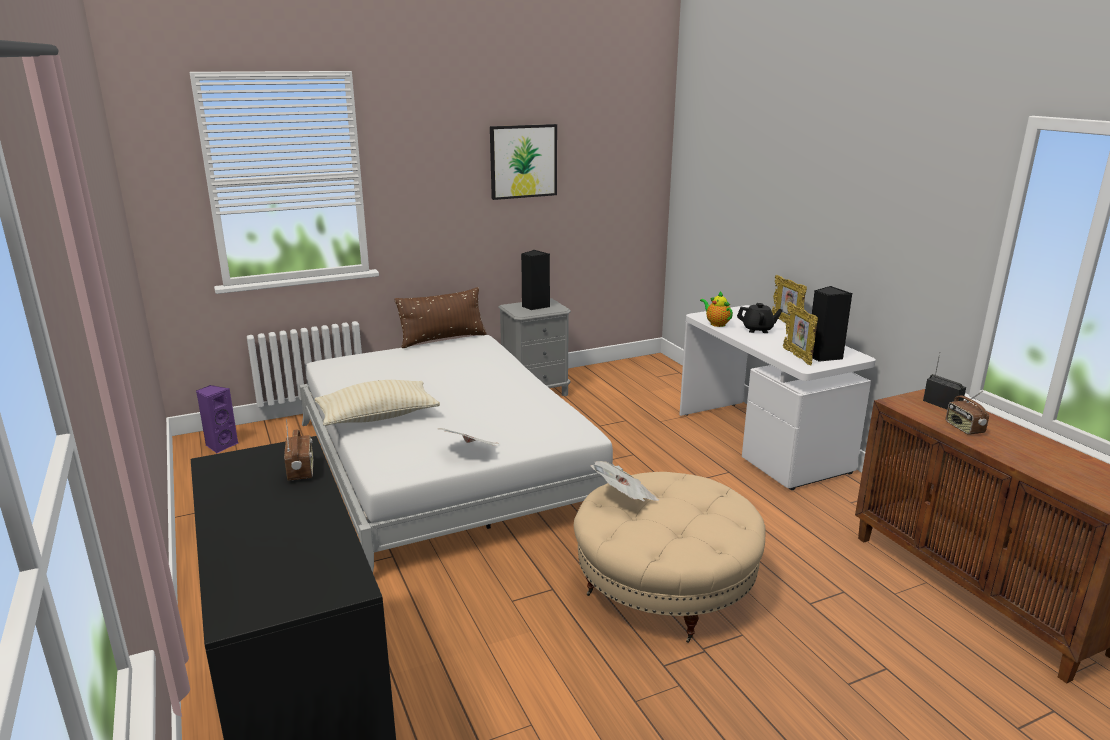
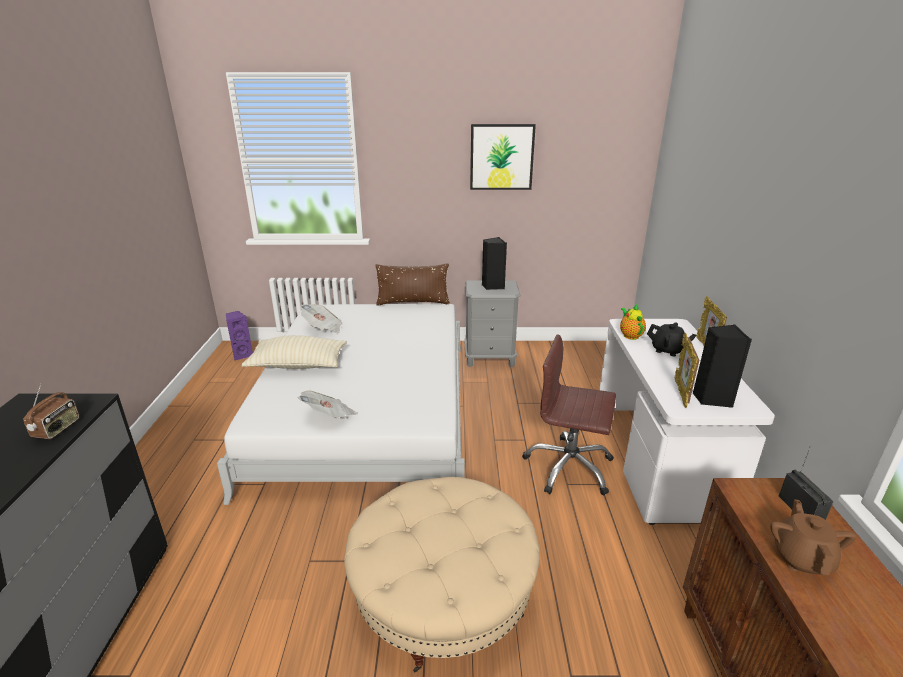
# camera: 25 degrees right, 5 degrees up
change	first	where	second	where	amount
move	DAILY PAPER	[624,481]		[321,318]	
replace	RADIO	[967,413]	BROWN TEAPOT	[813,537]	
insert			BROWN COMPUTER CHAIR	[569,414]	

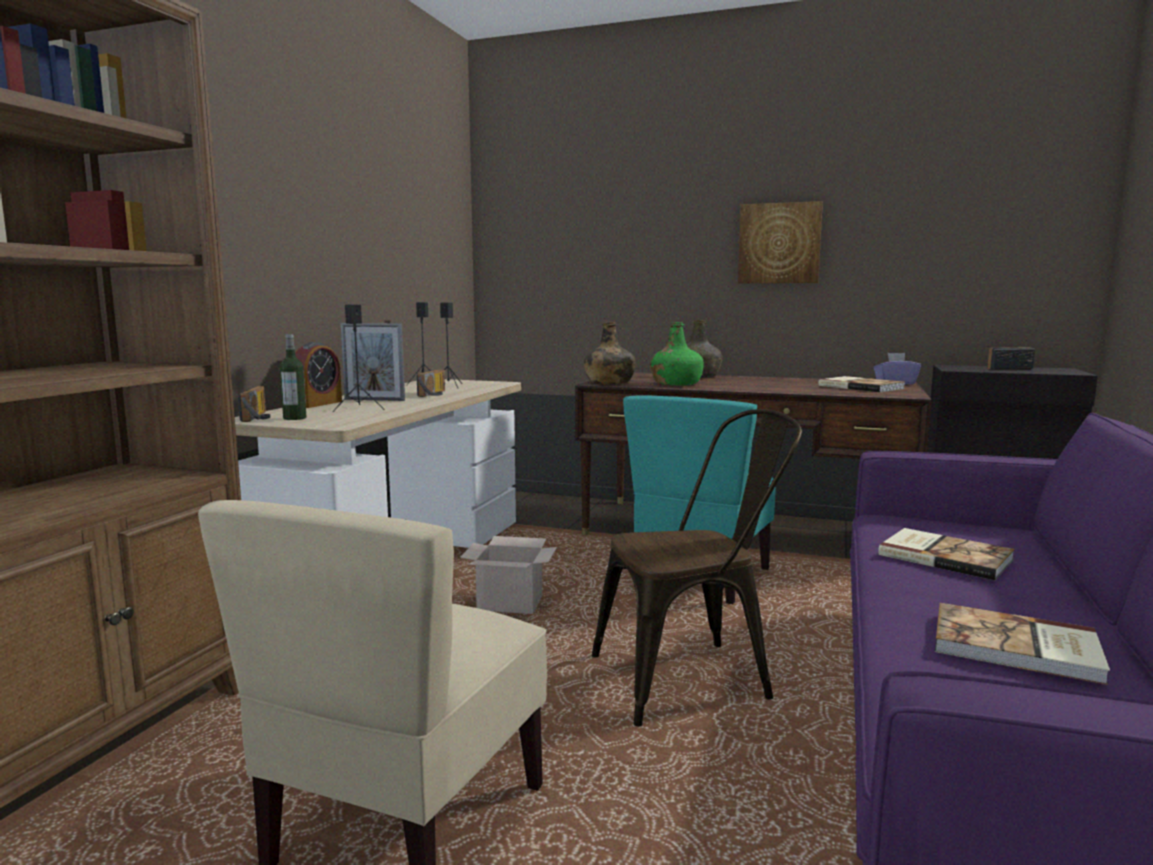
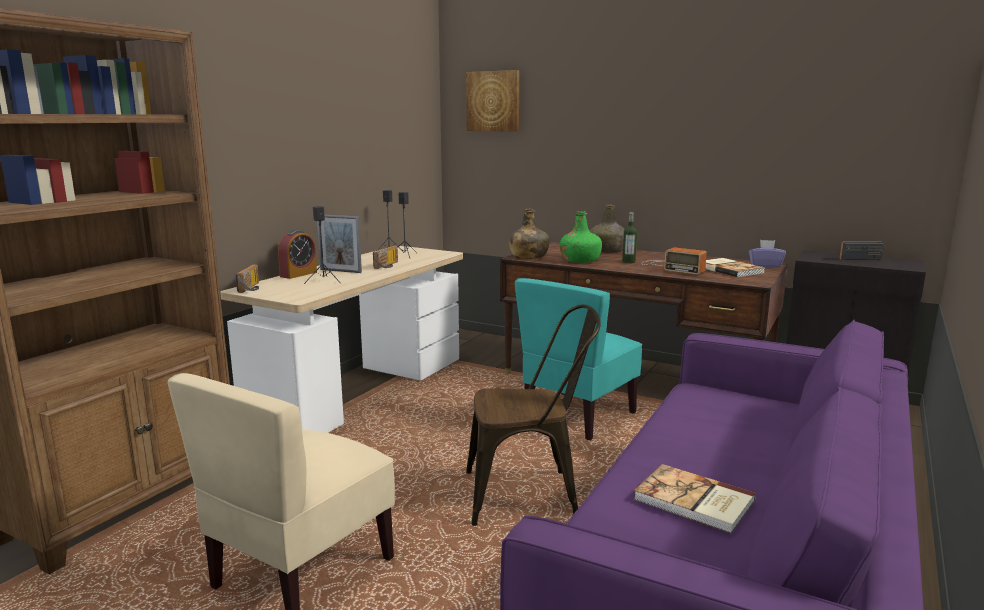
# camera: 10 degrees right, 5 degrees up
change	first	where	second	where	amount
move	DRINK BOTTLE	[293,377]		[629,237]	
delete	CARTON	[508,575]			
move	WALL PICTURE	[780,242]		[492,101]	
delete	BOOK	[946,554]			
insert			RADIO	[674,261]	

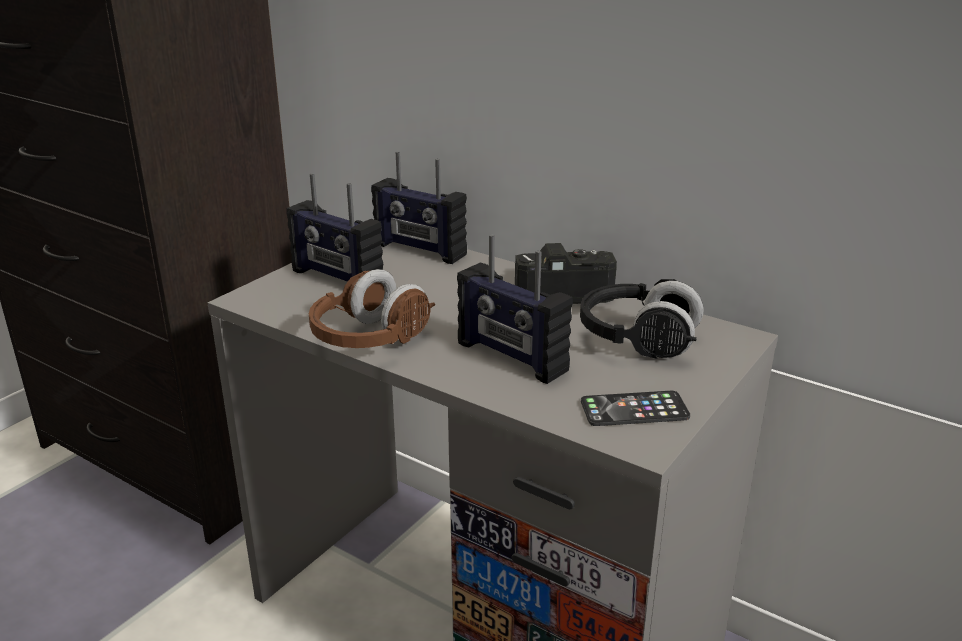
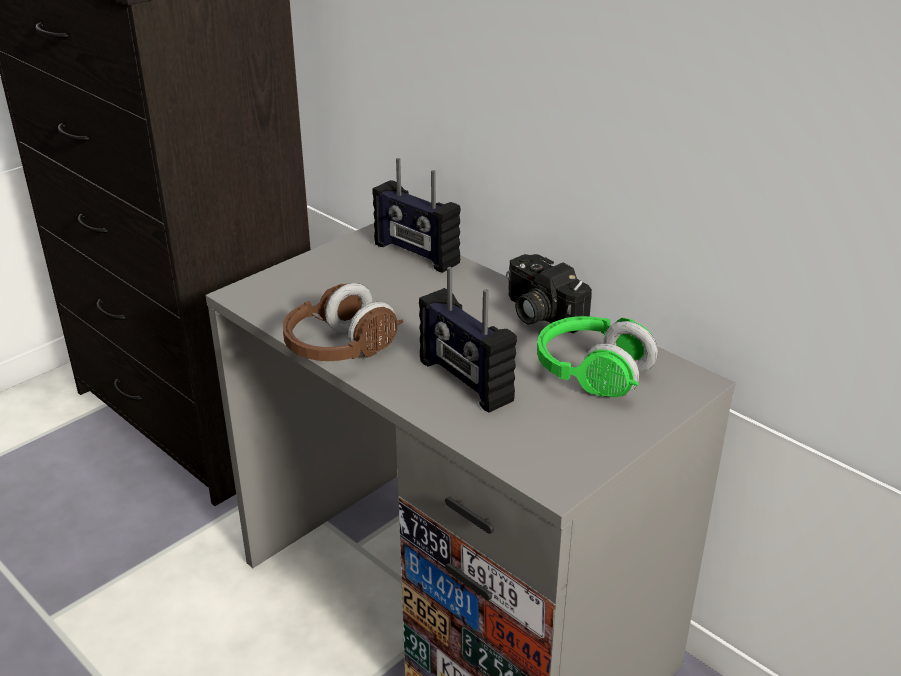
# camera: 10 degrees right, 5 degrees up
change	first	where	second	where	amount
delete	RADIO	[334,227]			
rotate	STILL CAMERA	[566,273]		[549,293]	135 degrees counterclockwise
recolor	BLACKISH HEADPHONES	[642,319]	GREEN-COLOURED HEADPHONES	[597,356]	
delete	PHONE	[635,408]			

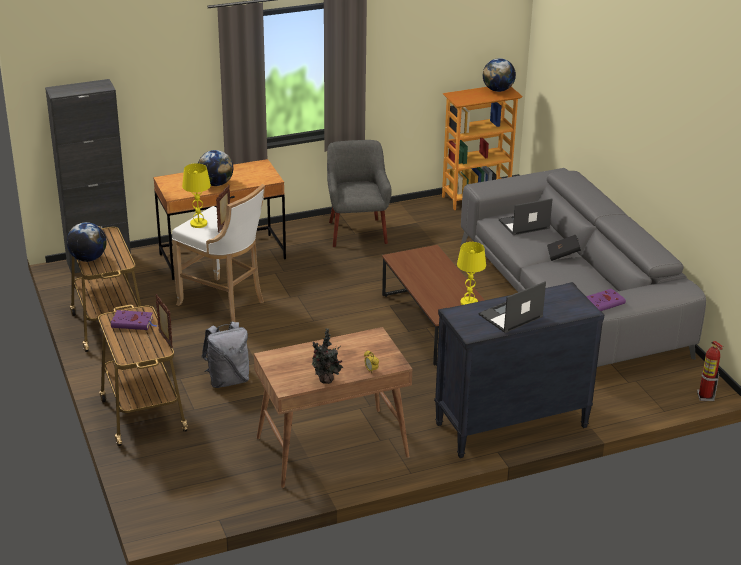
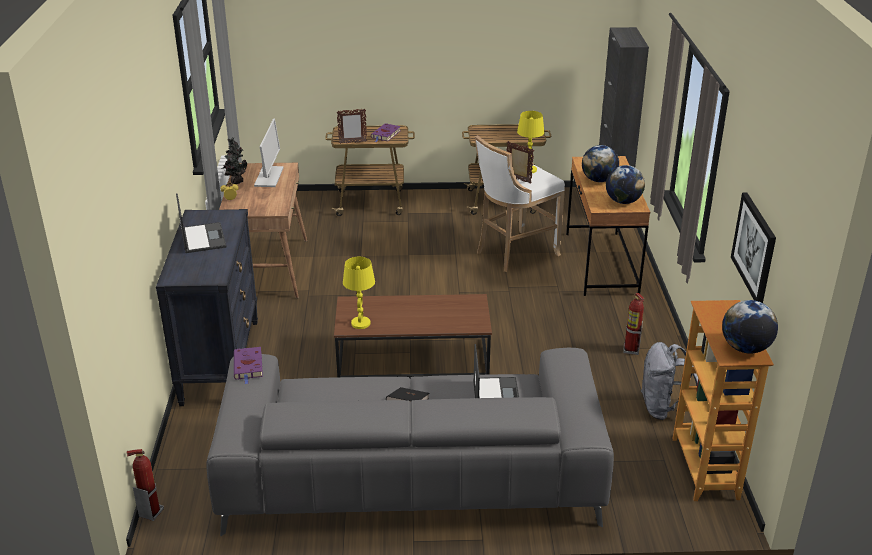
# camera: 110 degrees right, 0 degrees up
change	first	where	second	where	amount
move	DESK GLOBE	[86,242]		[625,184]	
move	GRAY KNAPSACK	[225,354]		[669,381]	
replace	GRAY EASY CHAIR	[359,193]	FIRE-FIGHTING CYLINDER	[634,324]	
insert			COMPUTER DISPLAY	[269,153]	
insert			WALL PICTURE	[753,247]	

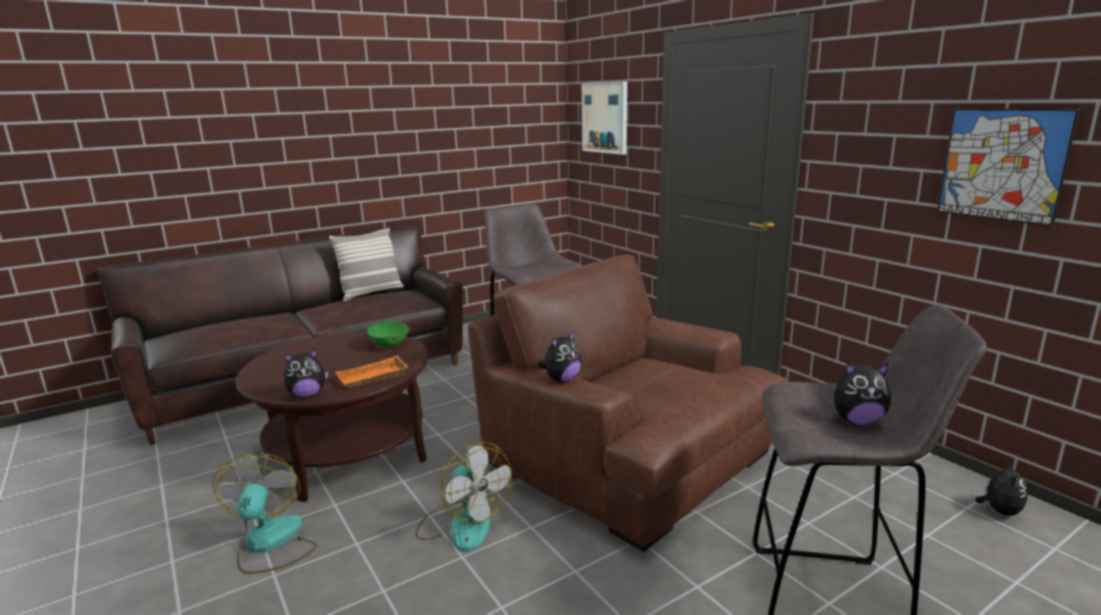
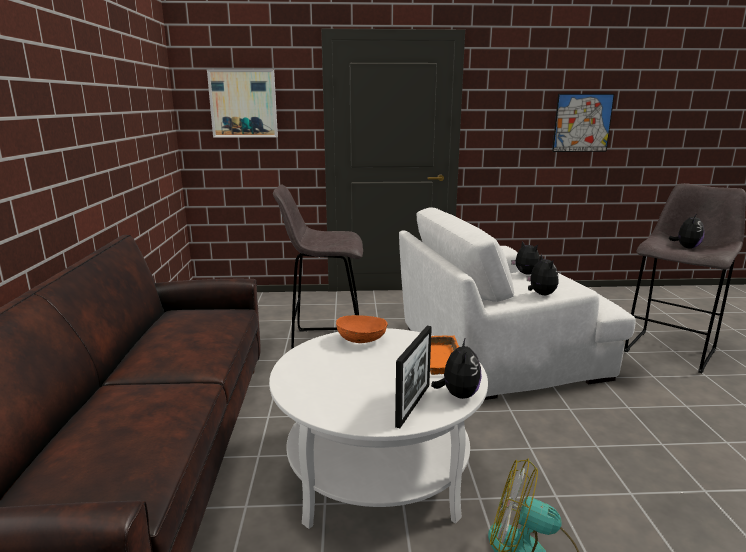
# camera: 60 degrees left, 0 degrees up
change	first	where	second	where	amount
recolor	BROWN LOUNGE TABLE	[332,417]	WHITE-COLOURED LOUNGE TABLE	[378,428]	
delete	CUSHION	[366,264]			
recolor	GREEN-COLOURED SERVING BOWL	[388,334]	ORANGE SERVING BOWL	[362,329]	
delete	COOLING FAN	[463,496]			
recolor	BROWN EASY CHAIR	[627,403]	WHITE-COLOURED EASY CHAIR	[517,303]	
move	CUDDLY TOY	[1001,488]		[525,257]	
insert			STANDING FRAME	[413,377]	

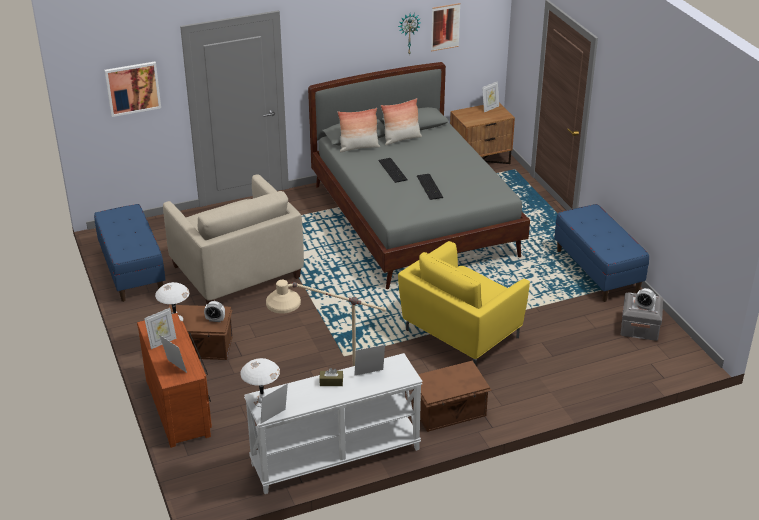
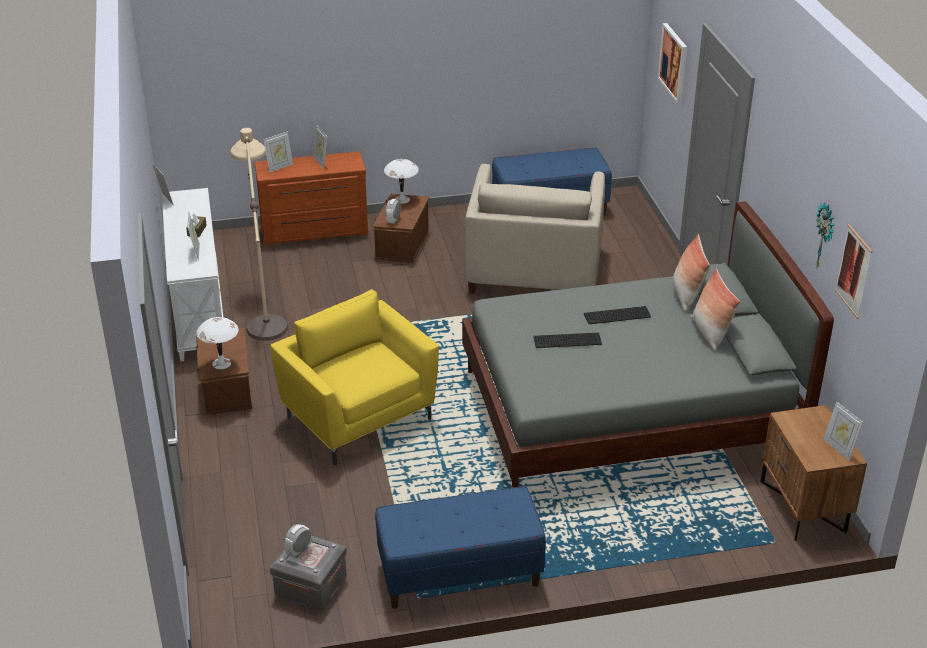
# camera: 100 degrees right, 0 degrees up
change	first	where	second	where	amount
rotate	BEIGE EASY CHAIR	[233,239]		[535,229]	60 degrees counterclockwise
move	WHITE-COLOURED LAMP FOR A TABLE	[260,382]		[217,343]	

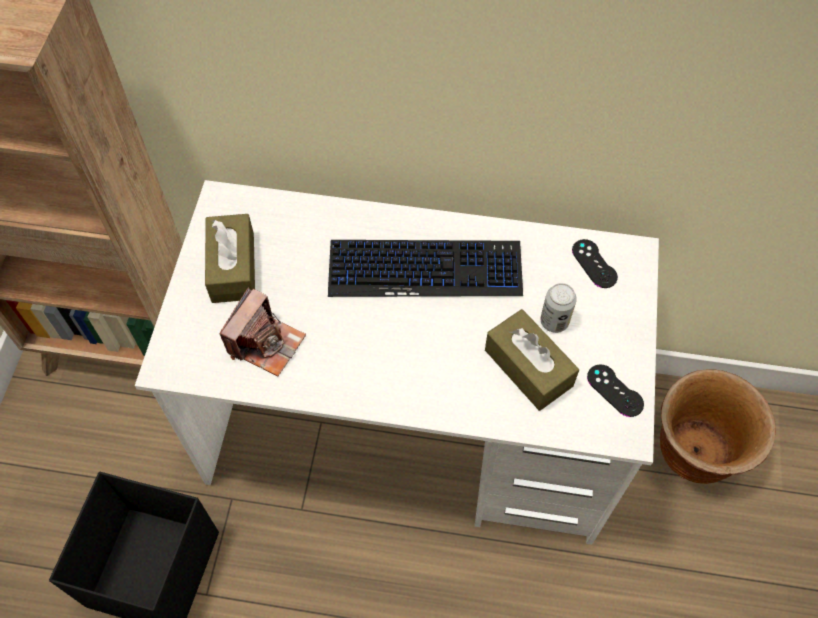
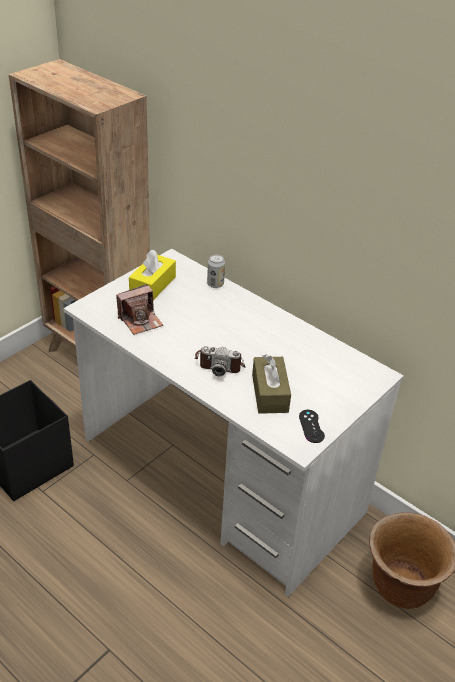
# camera: 30 degrees right, 20 degrees down
change	first	where	second	where	amount
recolor	BROWN BOX OF TISSUES	[230,258]	YELLOW-COLOURED BOX OF TISSUES	[152,275]	
delete	PC KEYBOARD	[425,268]			
move	SEALED CAN	[558,308]		[216,271]	
delete	BLACKISH JOYPAD	[595,263]			
insert			STILL CAMERA	[220,361]	

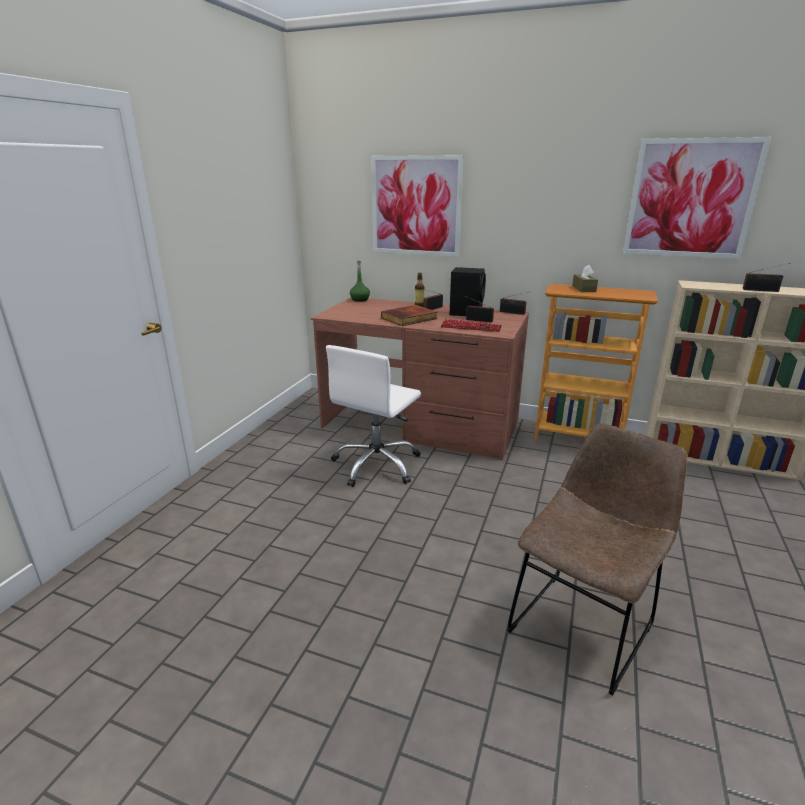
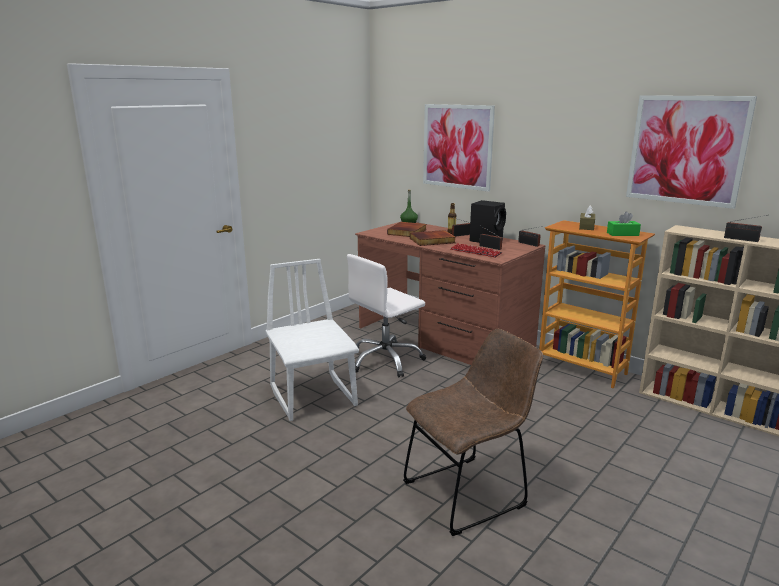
# camera: 20 degrees right, 5 degrees down
change	first	where	second	where	amount
insert			WHITE-COLOURED PLAIN CHAIR	[312,340]	
insert			BOOK	[407,229]	
insert			GREEN-COLOURED BOX OF TISSUES	[624,223]	

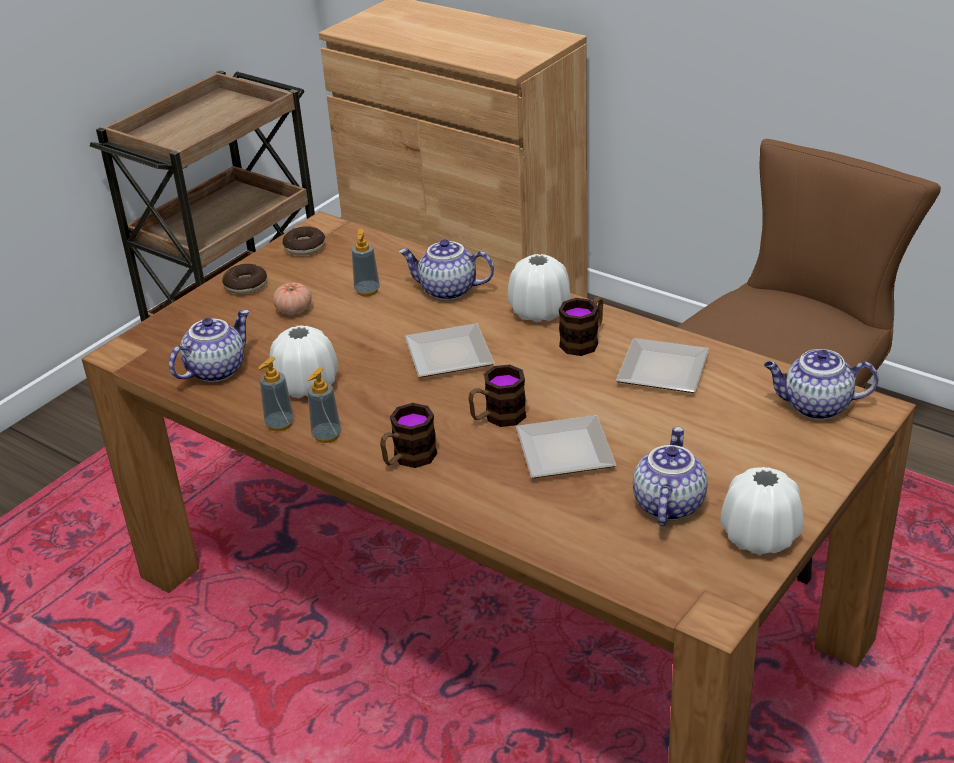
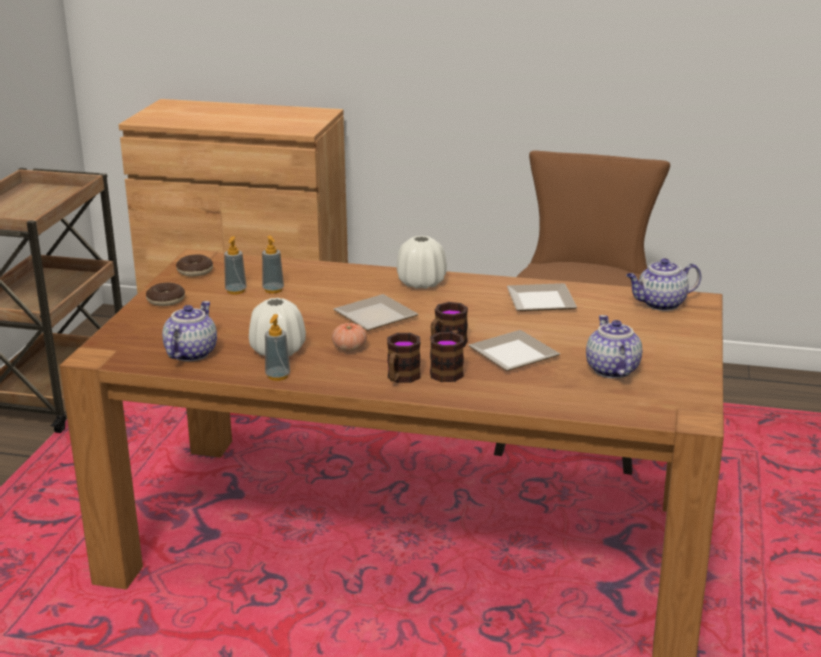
# camera: 25 degrees left, 10 degrees down
change	first	where	second	where	amount
move	WHOLE TOMATO	[292,299]		[349,337]	
move	SOAP DISPENSER	[324,405]		[235,265]	
delete	TEAPOT	[446,270]			
move	TEA MUG	[581,326]		[447,356]	
delete	WHITE-COLOURED FLOWER VASE	[761,510]			

